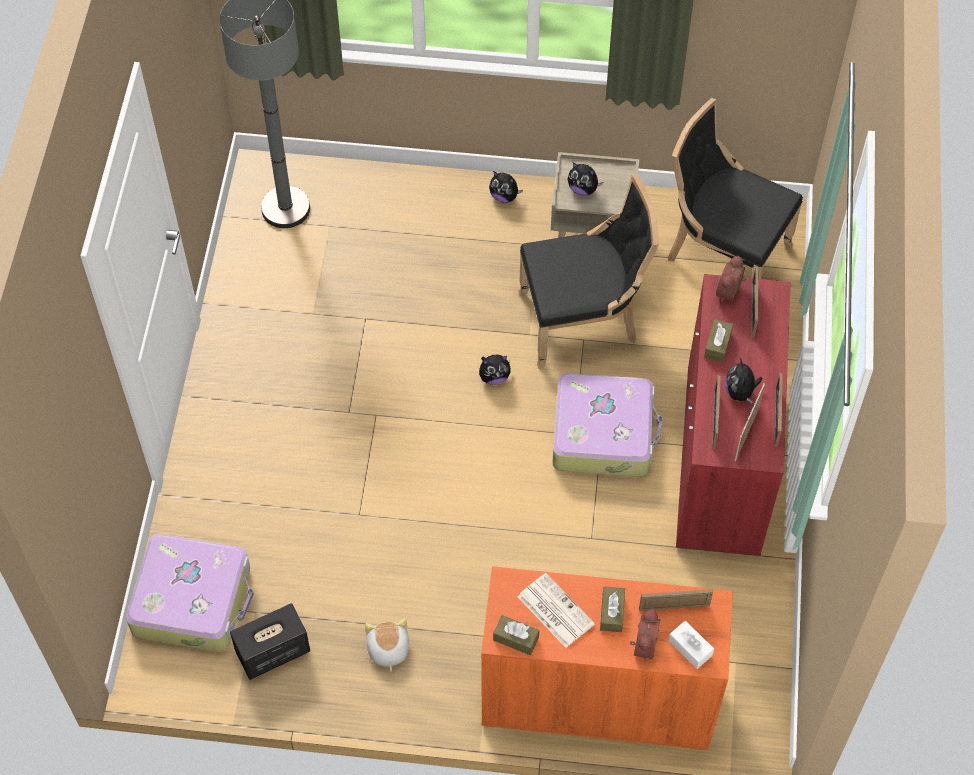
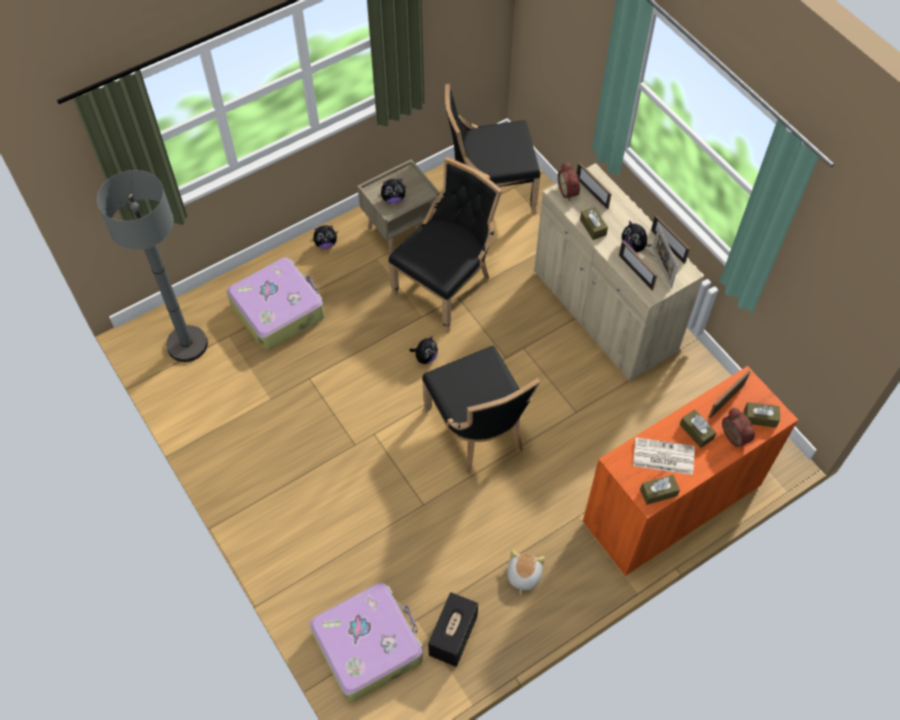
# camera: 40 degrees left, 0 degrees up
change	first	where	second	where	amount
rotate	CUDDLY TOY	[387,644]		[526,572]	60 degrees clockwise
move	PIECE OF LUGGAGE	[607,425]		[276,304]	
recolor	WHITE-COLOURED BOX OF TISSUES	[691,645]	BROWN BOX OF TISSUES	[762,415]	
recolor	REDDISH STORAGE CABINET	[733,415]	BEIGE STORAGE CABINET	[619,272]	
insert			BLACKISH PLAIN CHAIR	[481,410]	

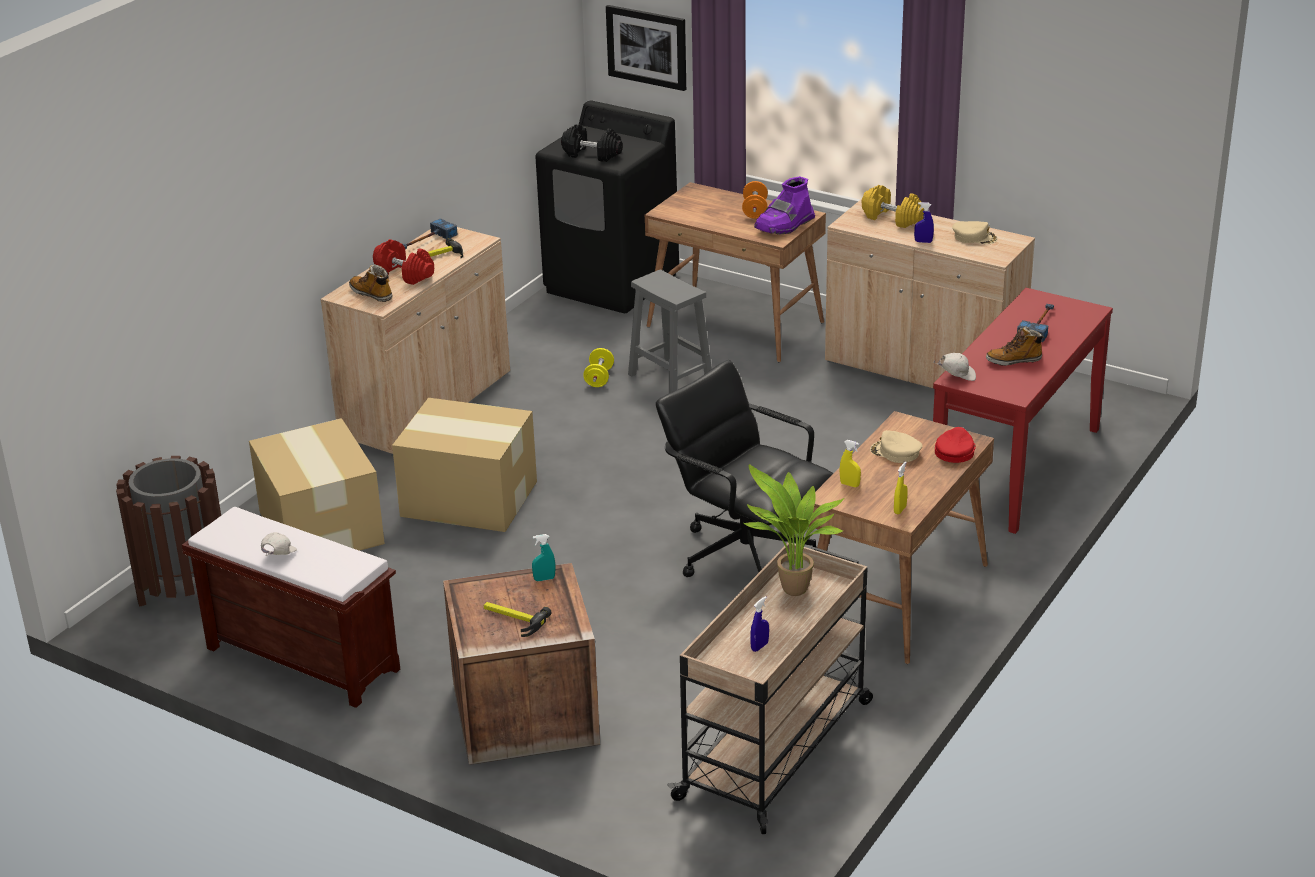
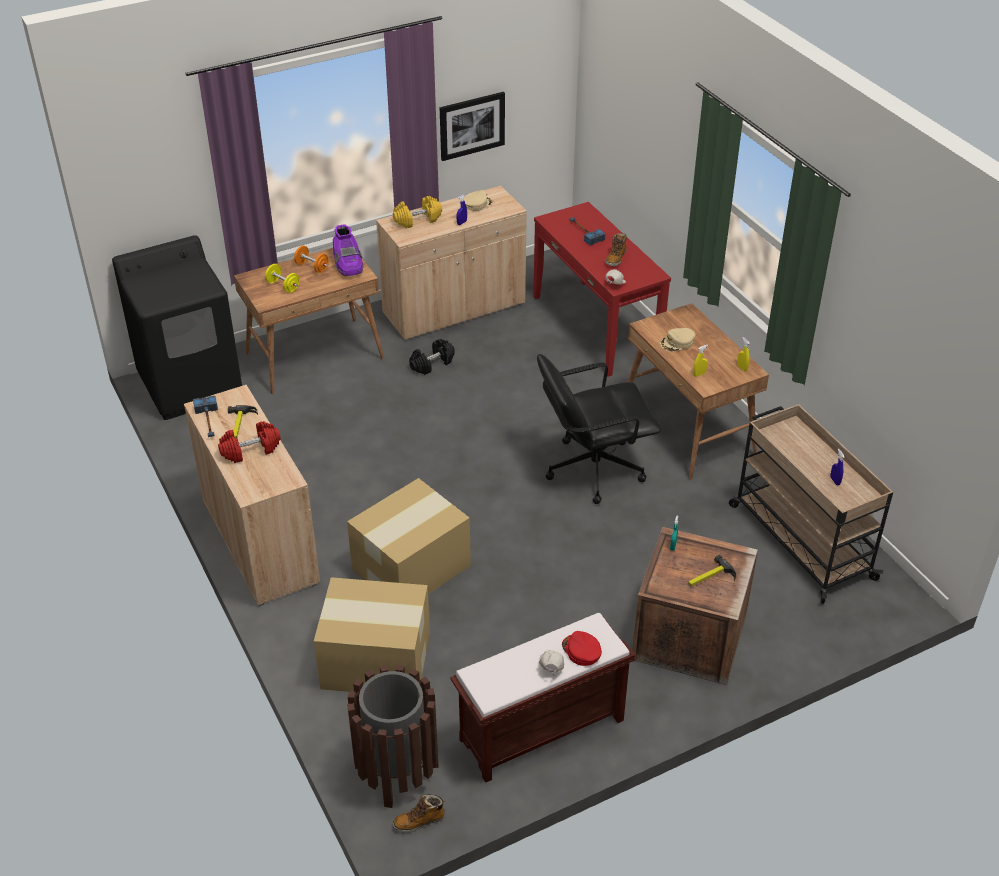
# camera: 60 degrees left, 10 degrees up
change	first	where	second	where	amount
rotate	WHITE-COLOURED BASEBALL CAP	[279,544]		[551,663]	45 degrees clockwise
move	HIGH-TOP BOOT	[370,283]		[419,813]	
move	BLACKISH DUMBBELL	[592,143]		[432,357]	
move	YELLOW-COLOURED DUMBBELL	[598,367]		[282,278]	
move	WALL PICTURE	[646,48]		[472,126]	
delete	GRAY SITTING STOOL	[670,331]			
delete	POTTED PLANT	[793,530]			
move	REDDISH BASEBALL CAP	[955,445]		[582,648]	

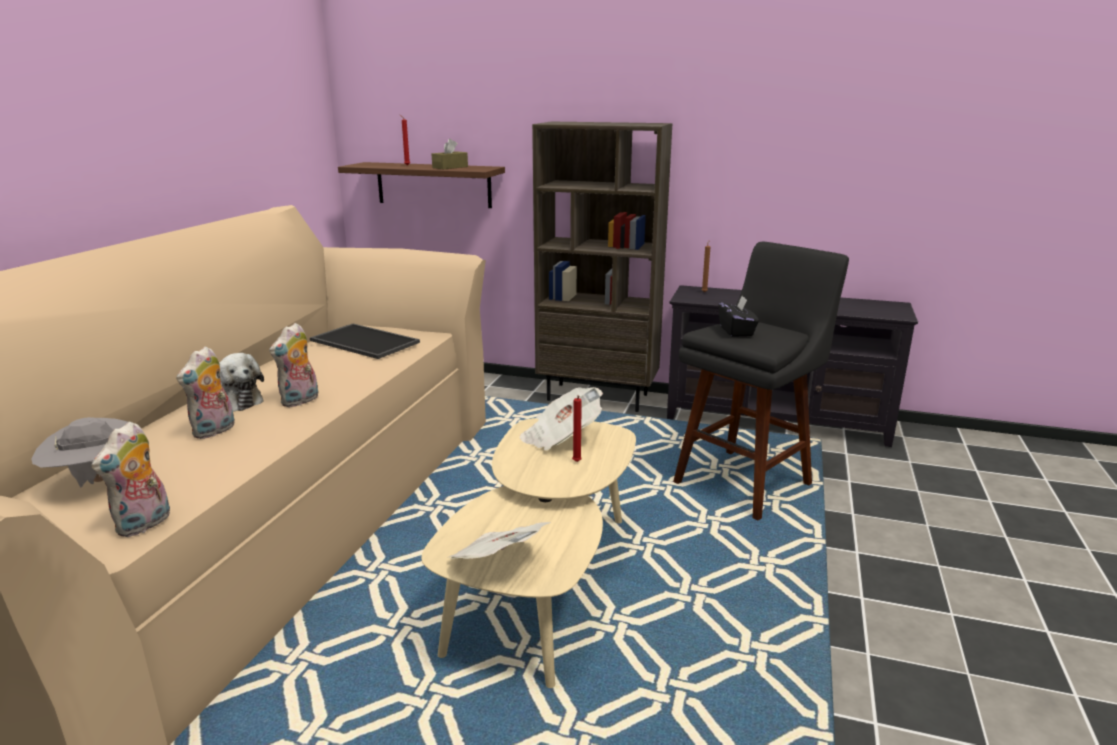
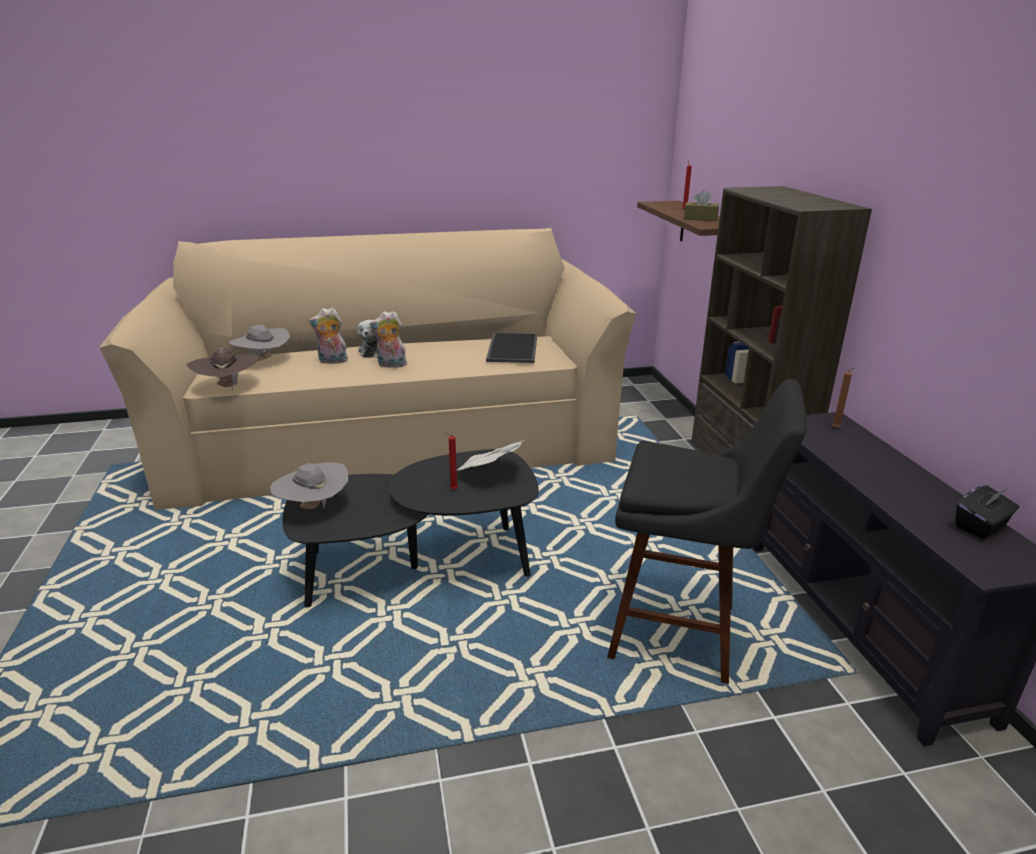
# camera: 60 degrees right, 5 degrees up
change	first	where	second	where	amount
replace	CUDDLY TOY	[131,479]	BROWN CLOTHING HAT	[222,369]	
recolor	BEIGE LOUNGE TABLE	[528,553]	BLACKISH LOUNGE TABLE	[411,528]	
replace	DAILY PAPER	[500,540]	GRAY CLOTHING HAT	[309,485]	
move	BLACKISH BOX OF TISSUES	[739,316]		[987,512]	

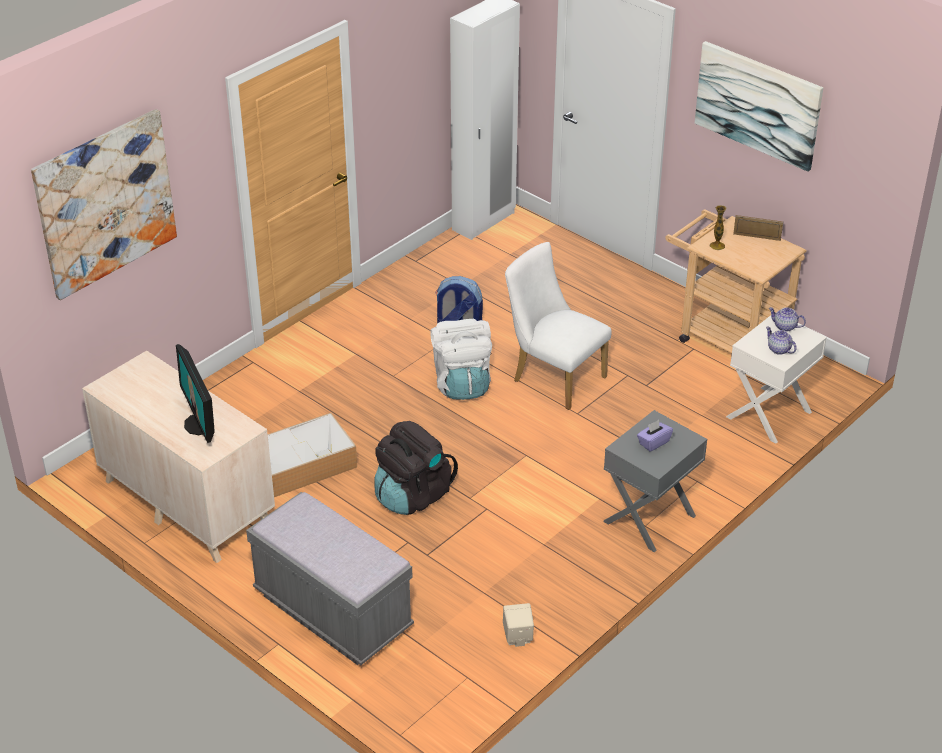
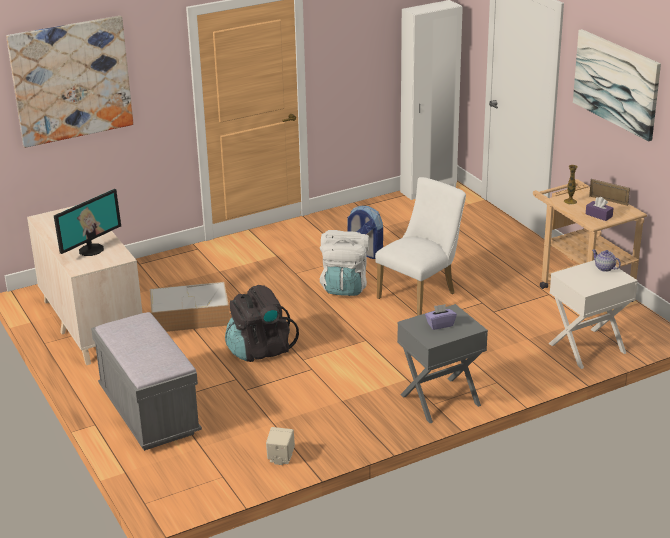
# camera: 20 degrees right, 10 degrees down
change	first	where	second	where	amount
rotate	COMPUTER DISPLAY	[195,393]		[87,222]	135 degrees counterclockwise
rotate	WHITE-COLOURED PLAIN CHAIR	[558,326]		[420,246]	75 degrees clockwise
delete	TEAPOT	[781,341]			
insert			PURPLE-COLOURED BOX OF TISSUES	[599,209]	

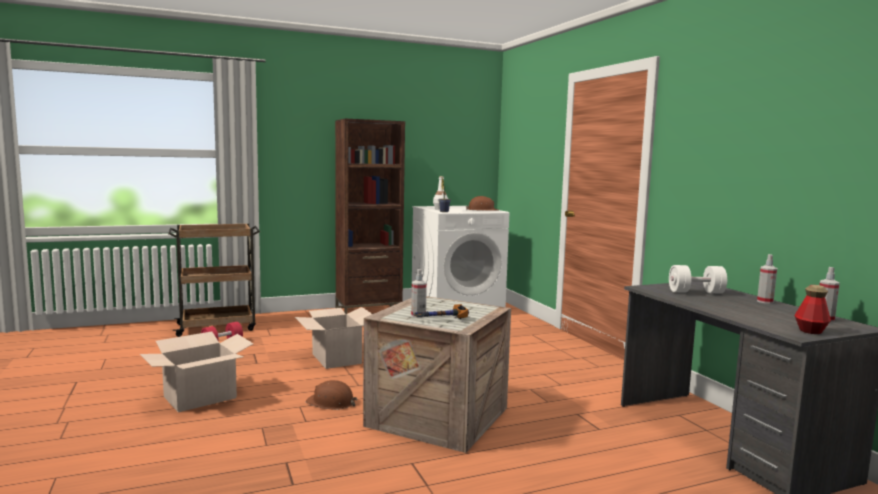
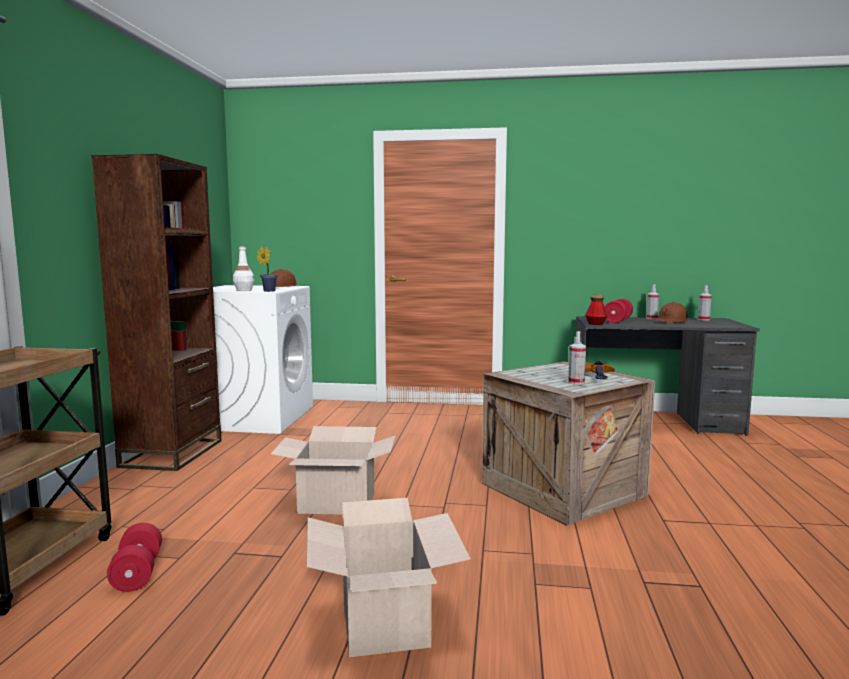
# camera: 60 degrees left, 0 degrees up
change	first	where	second	where	amount
move	BROWN HARD HAT	[331,395]		[672,312]	
recolor	WHITE-COLOURED DUMBBELL	[698,279]	REDDISH DUMBBELL	[618,311]	
move	DRINK BOTTLE	[812,309]		[596,309]	

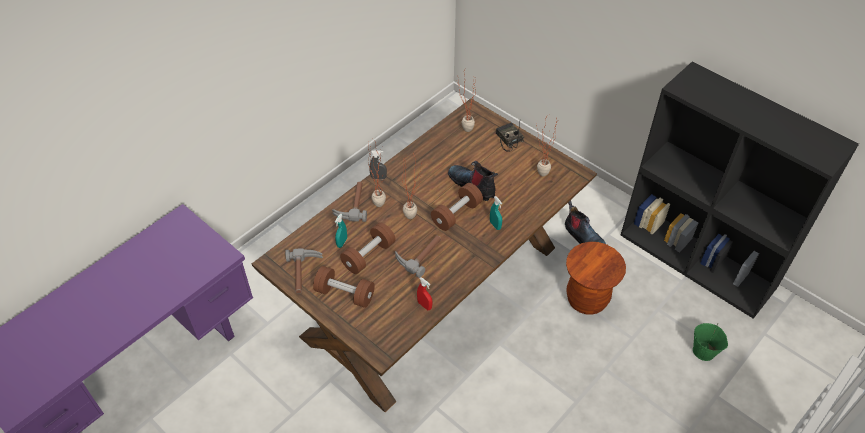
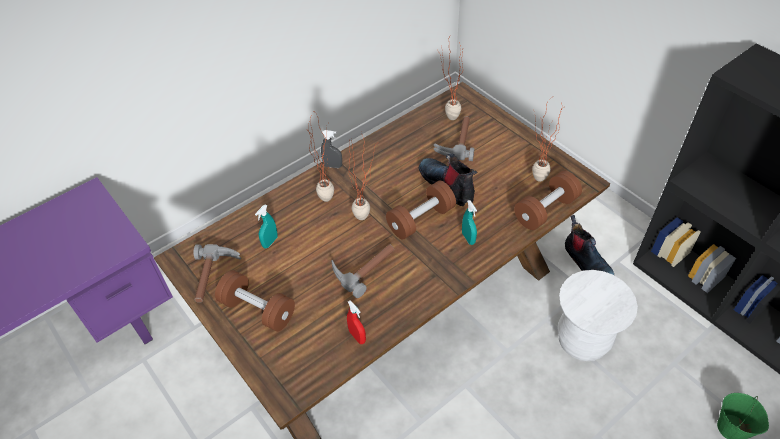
# camera: 10 degrees right, 0 degrees up
change	first	where	second	where	amount
move	HAMMER	[349,202]		[453,138]	
move	BROWN DUMBBELL	[368,248]		[548,200]	
delete	RADIO	[510,137]			
recolor	BROWN SITTING STOOL	[596,278]	WHITE-COLOURED SITTING STOOL	[597,315]	

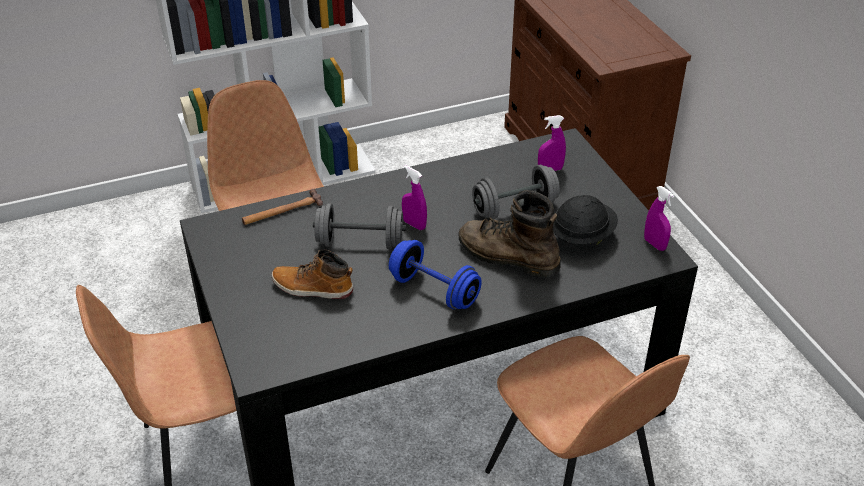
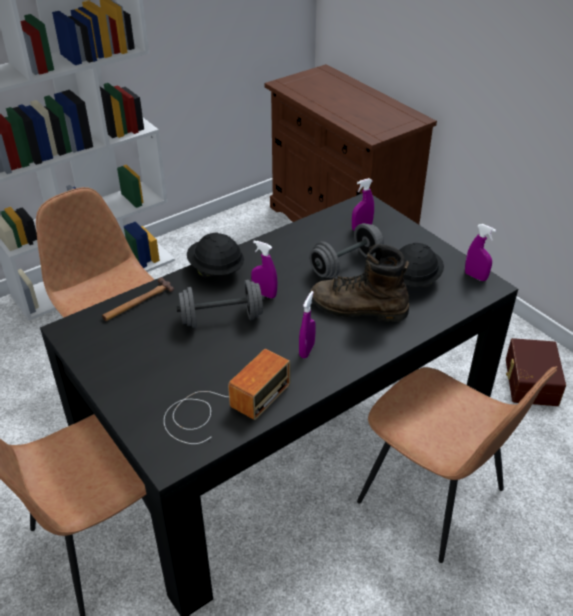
# camera: 15 degrees left, 0 degrees up
change	first	where	second	where	amount
delete	HIGH-TOP BOOT	[312,274]			
replace	BLUE DUMBBELL	[435,274]	PURPLE-COLOURED HAND SPRAYER	[307,325]	
insert			RADIO	[227,396]	
insert			BLACKISH HARD HAT	[215,255]	
insert			BROWN STORAGE BOX	[536,372]	

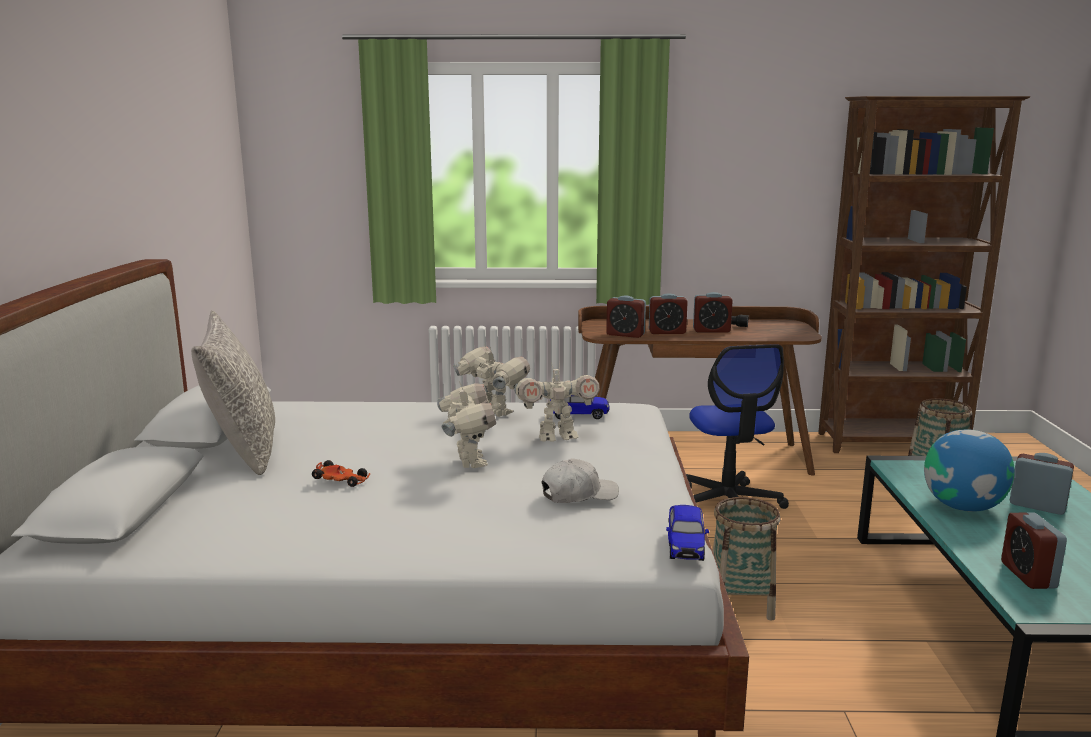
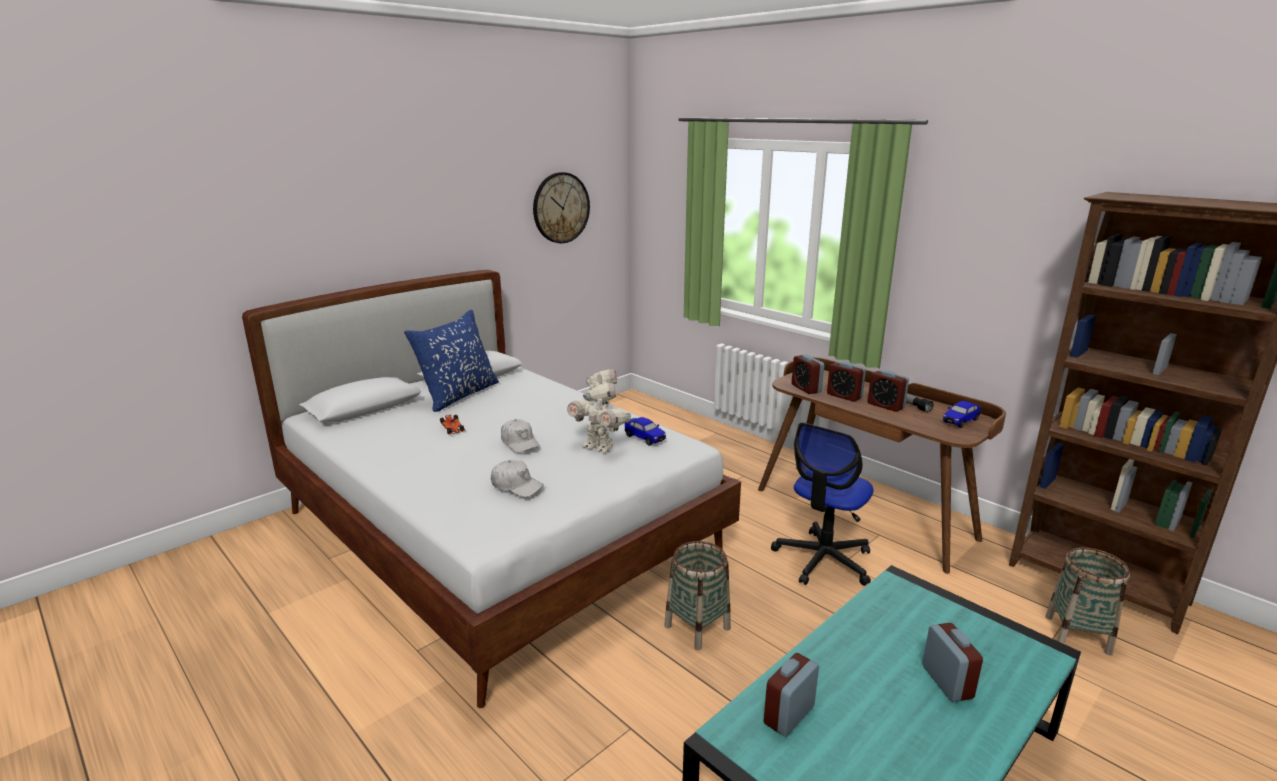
# camera: 45 degrees right, 5 degrees up
change	first	where	second	where	amount
recolor	GRAY CUSHION	[233,393]	BLUE CUSHION	[451,360]	
replace	ROBOT FIGURE	[466,424]	WHITE-COLOURED BASEBALL CAP	[520,436]	
move	MINIATURE CAR	[687,533]		[962,414]	
delete	DESK GLOBE	[969,470]			
insert			HANGING CLOCK	[561,207]	

